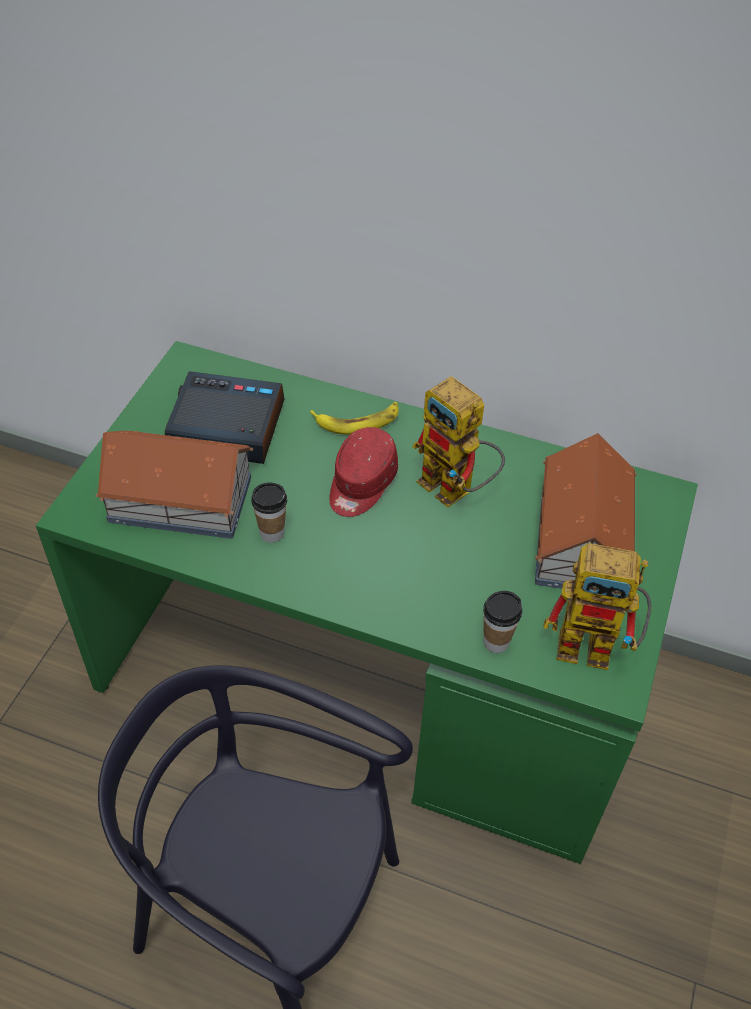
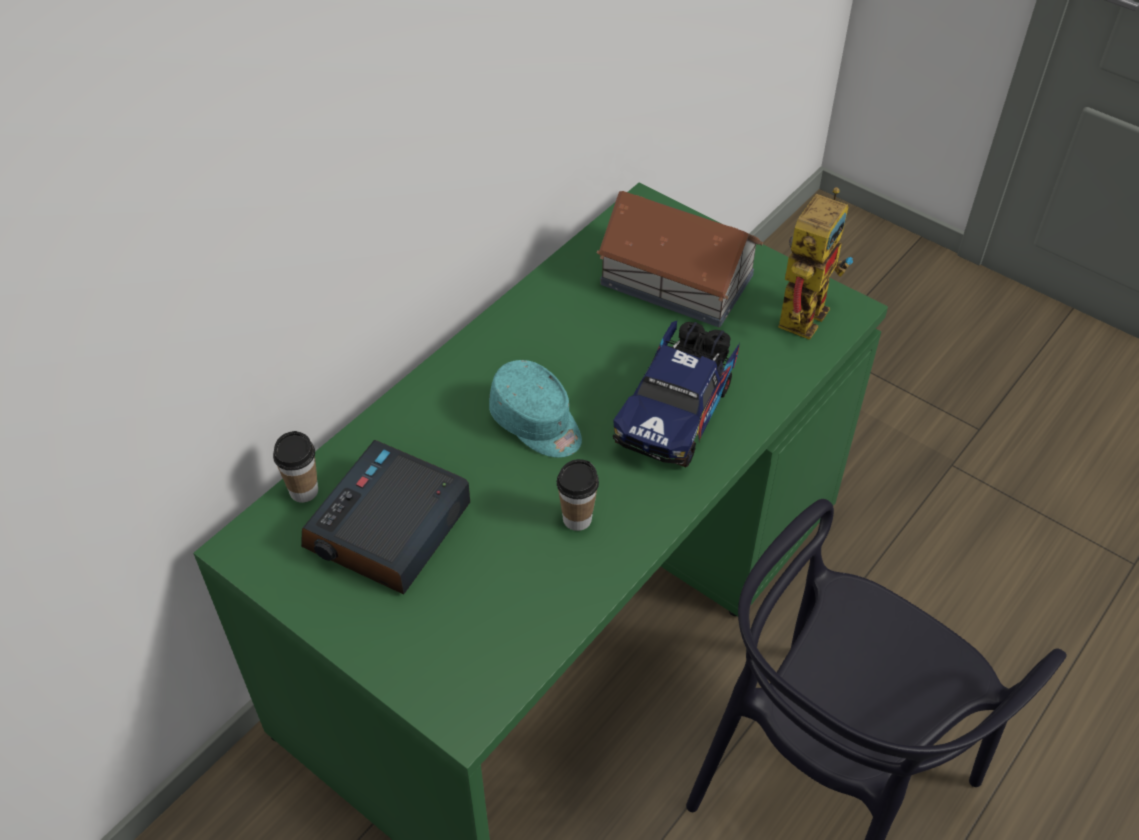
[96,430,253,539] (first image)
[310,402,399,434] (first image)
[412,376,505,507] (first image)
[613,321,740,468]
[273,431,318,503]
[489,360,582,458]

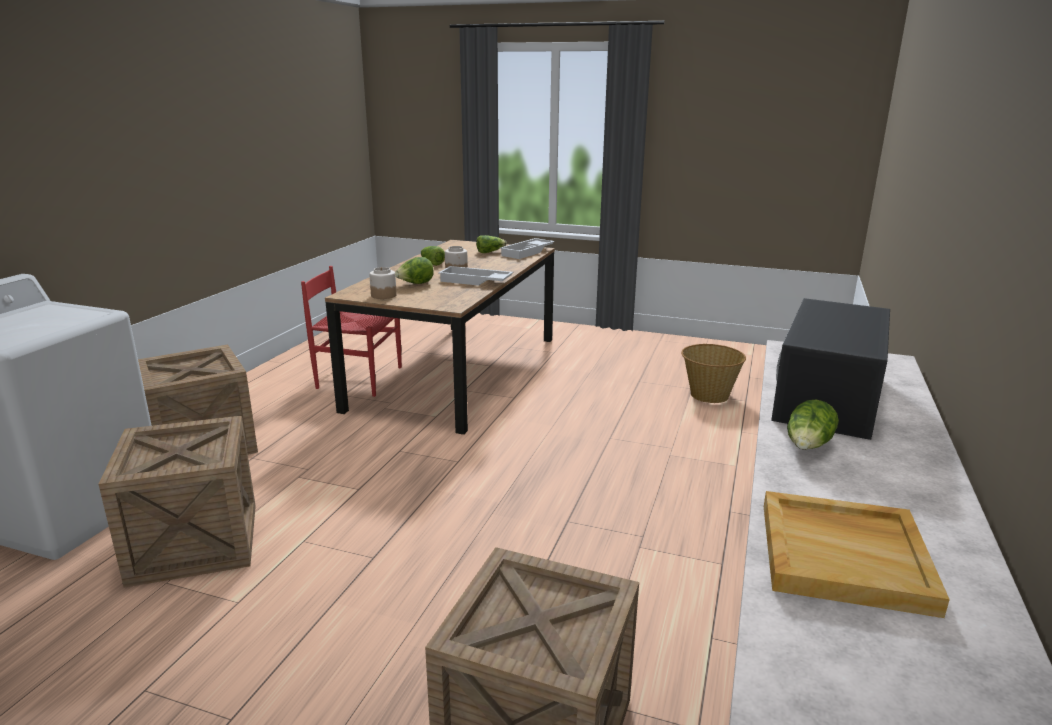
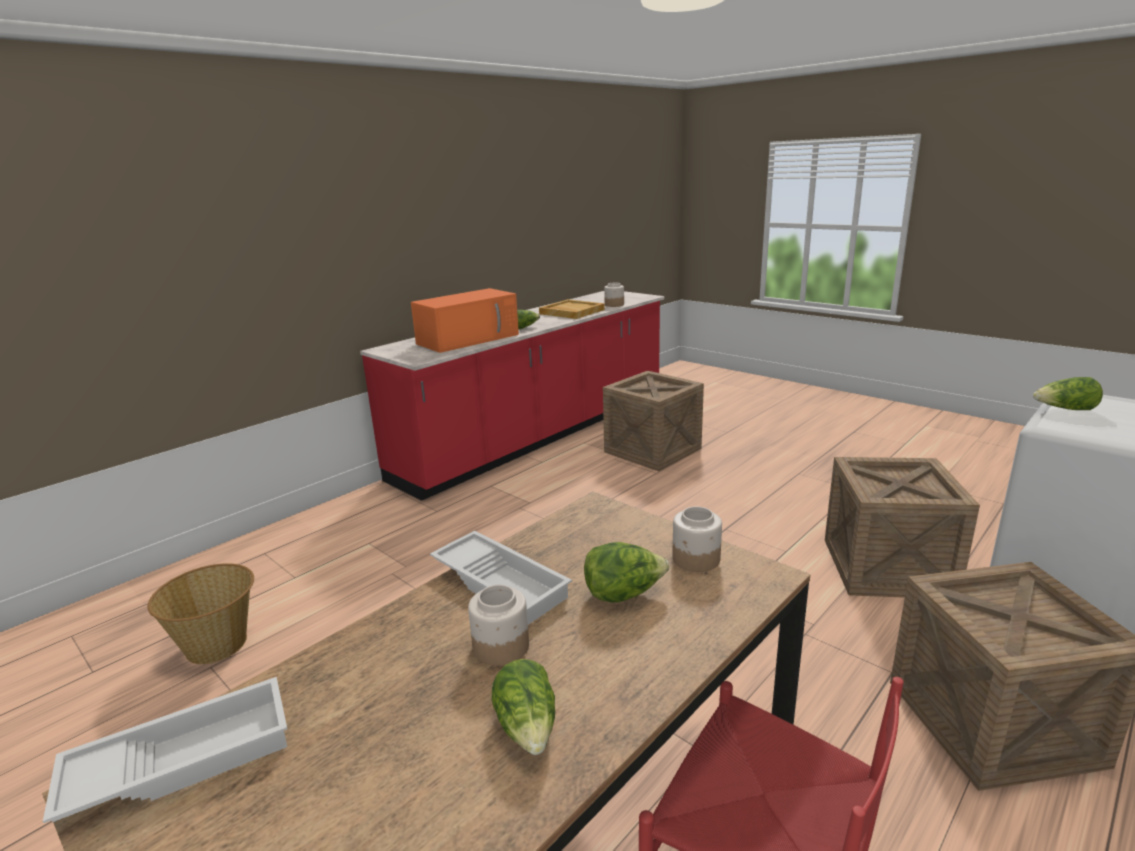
[604,283,624,307]
[1033,377,1103,410]
[411,288,519,353]

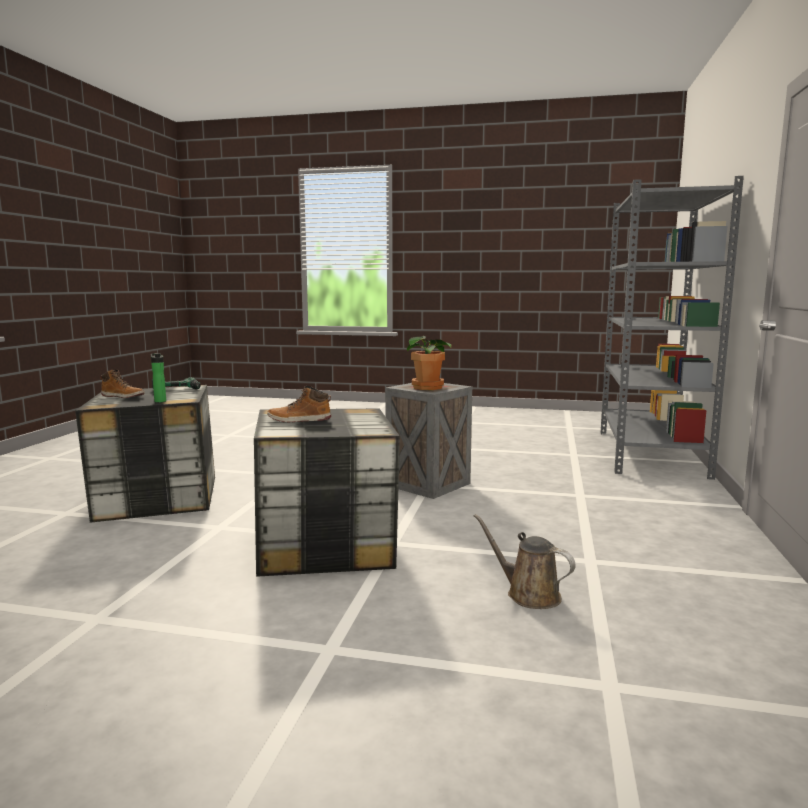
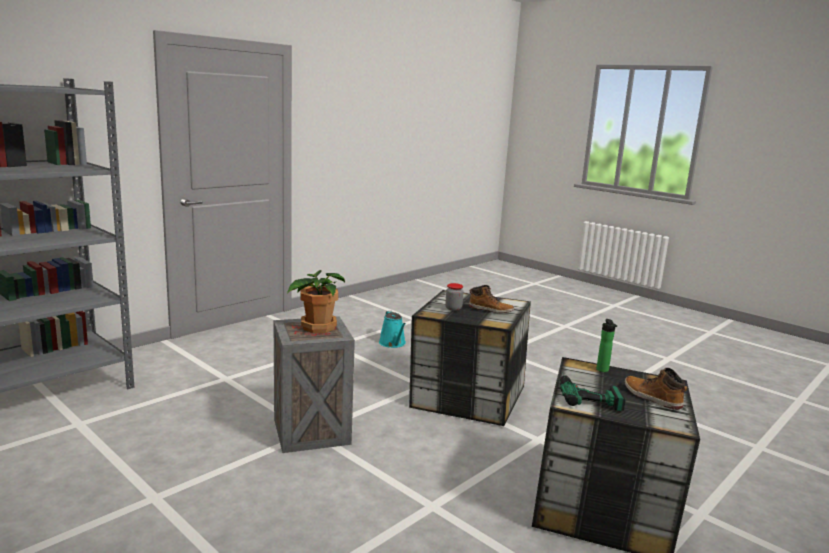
[445,283,464,311]
[379,311,406,348]

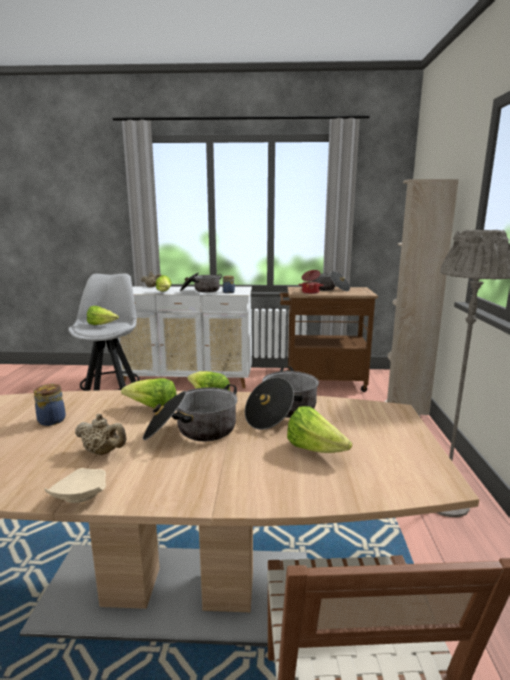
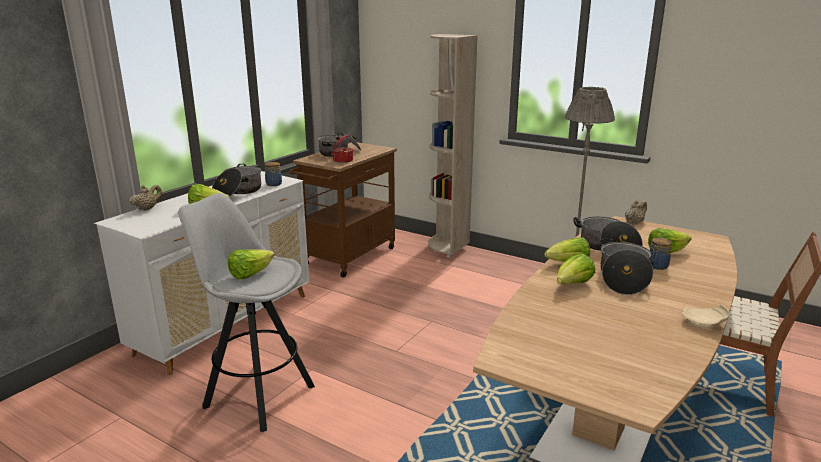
[649,238,672,270]
[625,200,647,225]

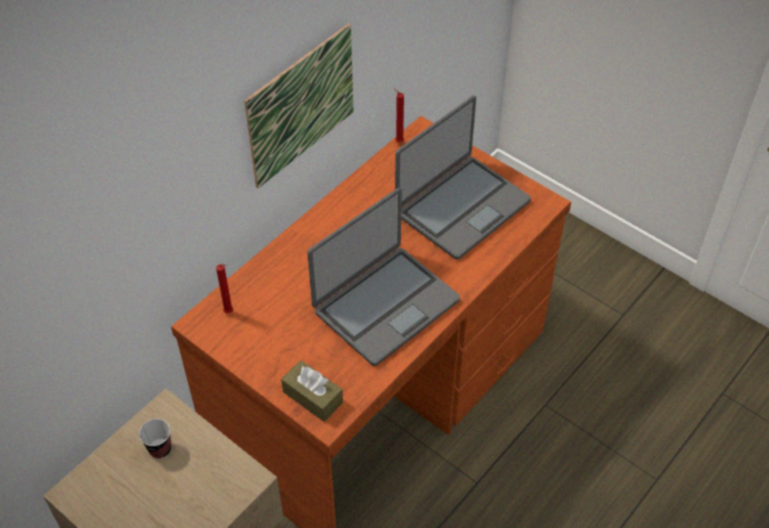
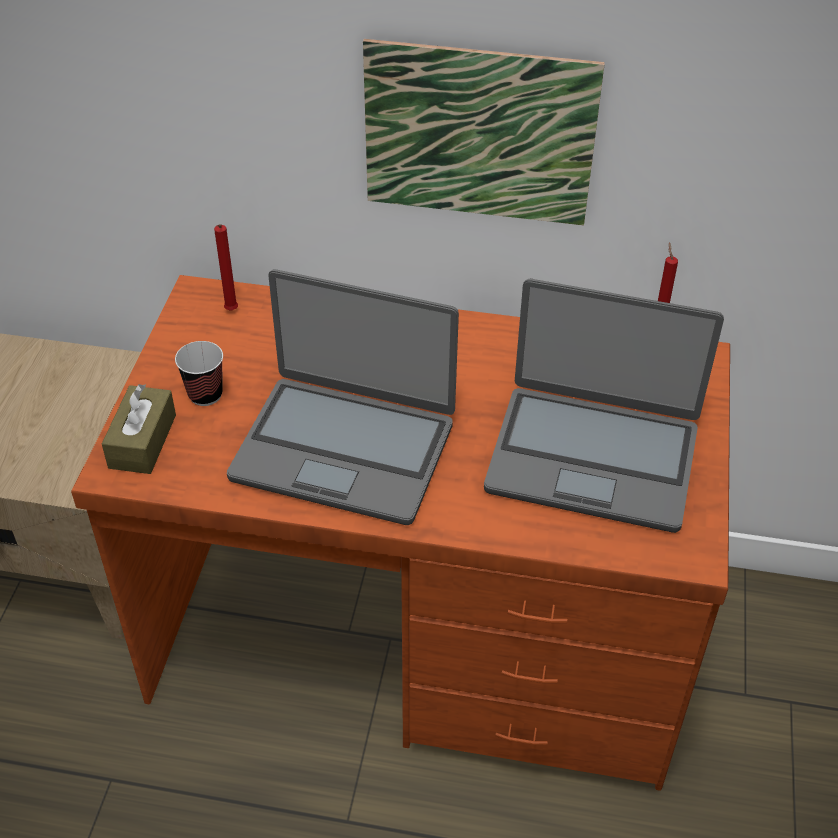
[175,341,223,406]

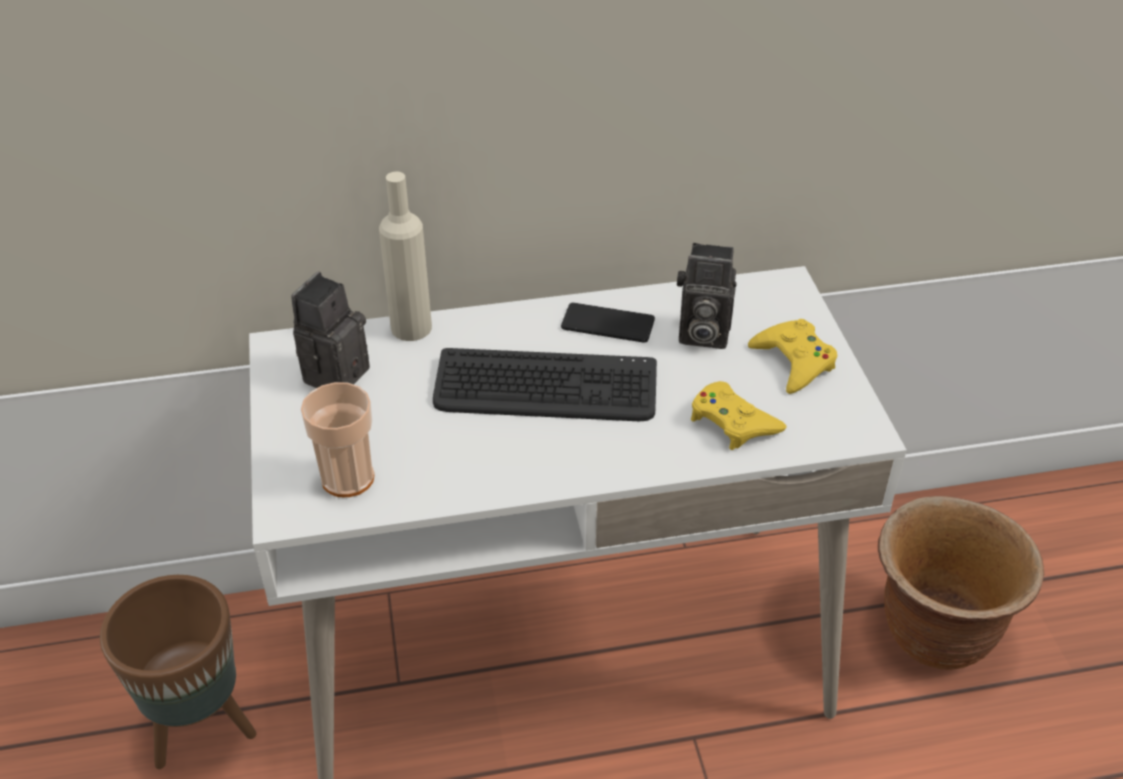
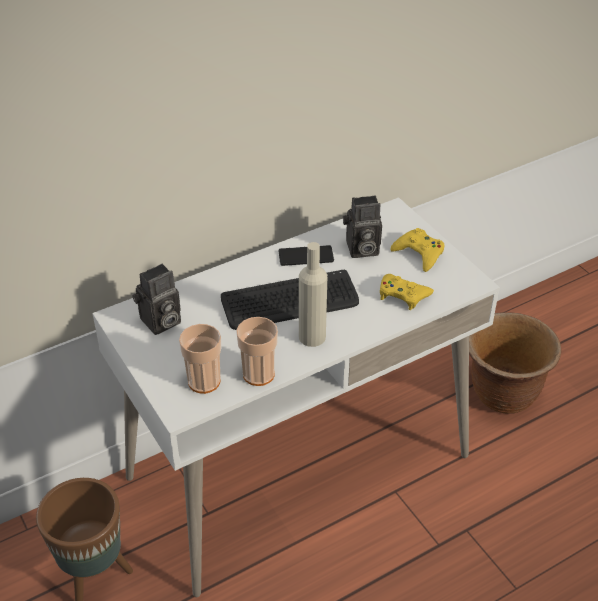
[236,317,278,386]
[299,242,327,347]
[132,264,181,335]

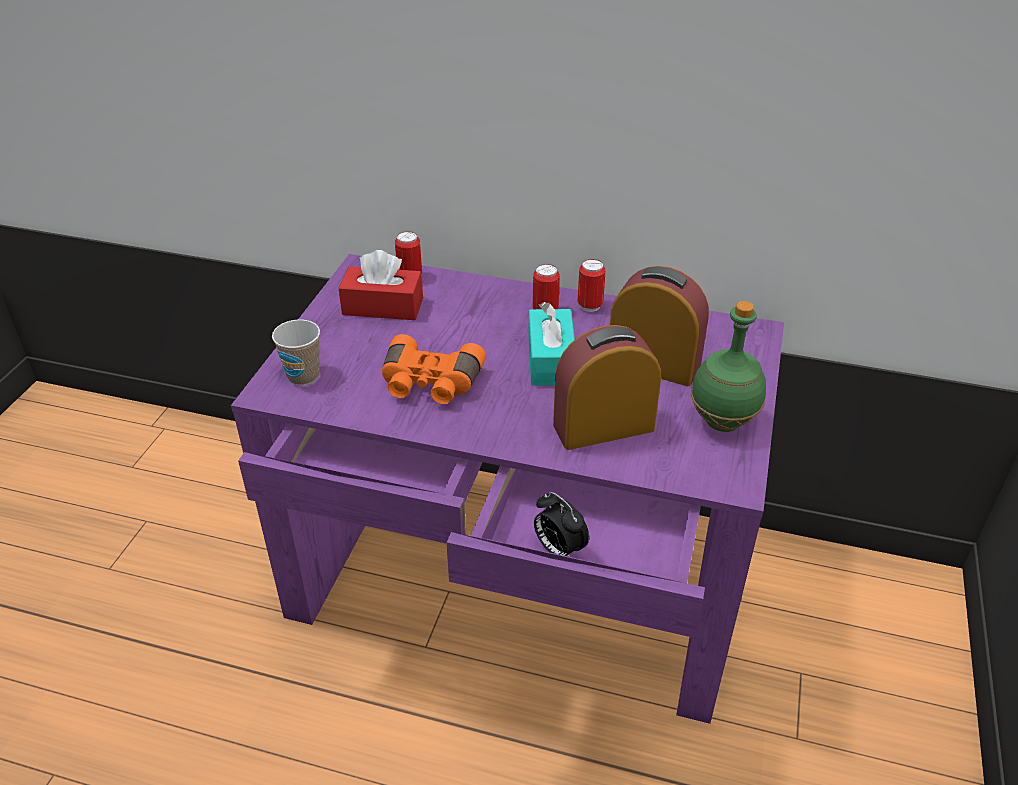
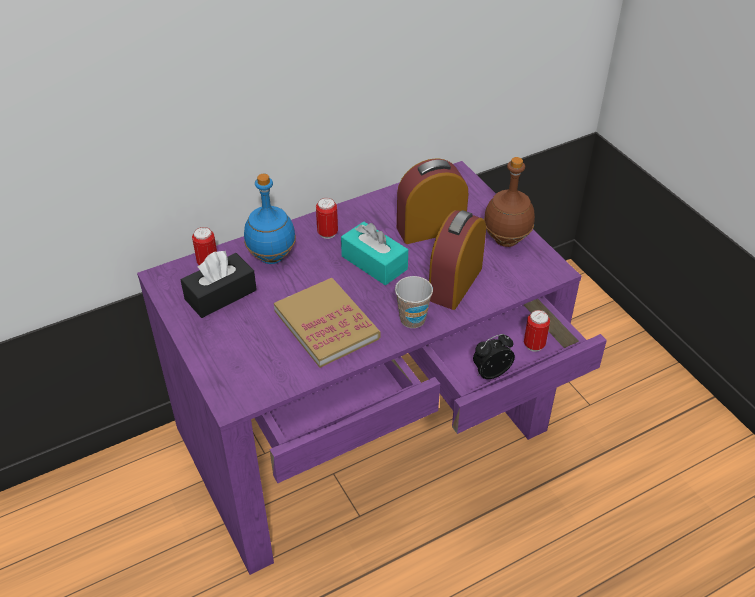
[244,174,296,264]
[395,276,433,328]
[524,310,550,352]
[274,278,380,368]
[181,251,257,318]
[484,157,535,247]
[473,334,515,379]

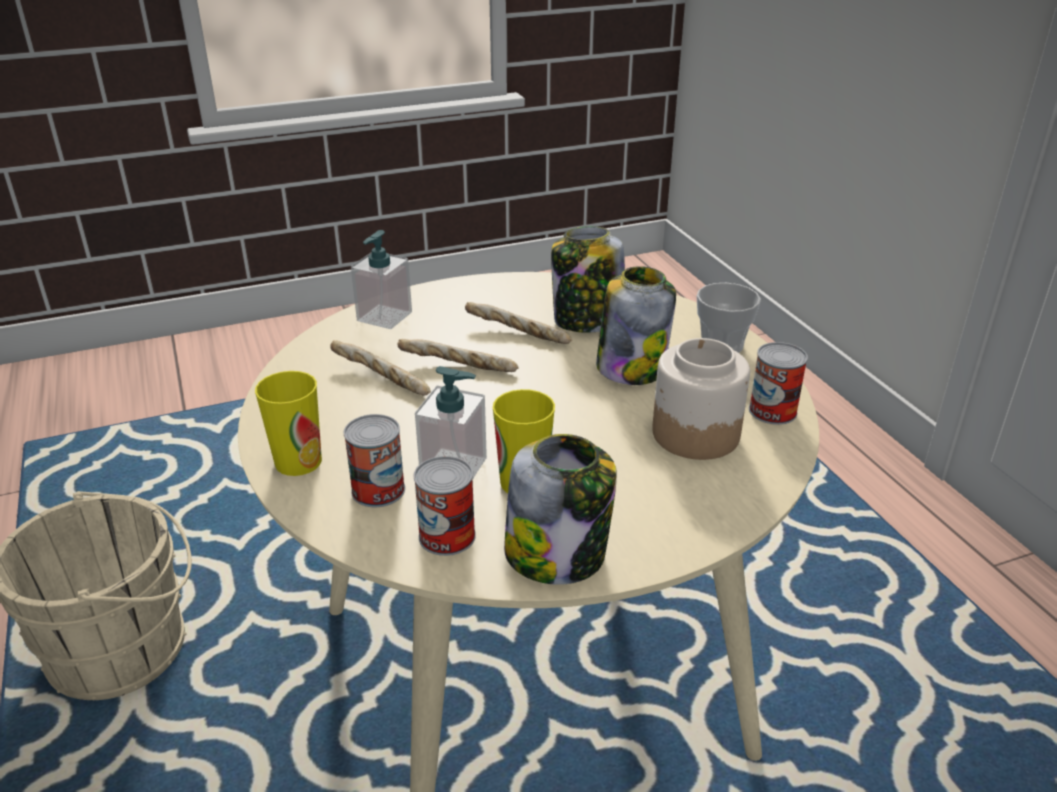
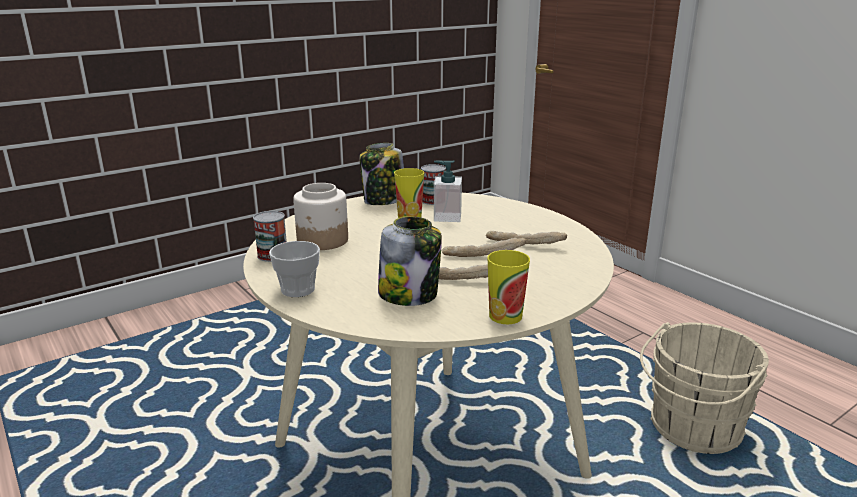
[344,414,405,508] (first image)
[351,230,412,329] (first image)
[596,266,676,385] (first image)
[487,250,530,324]

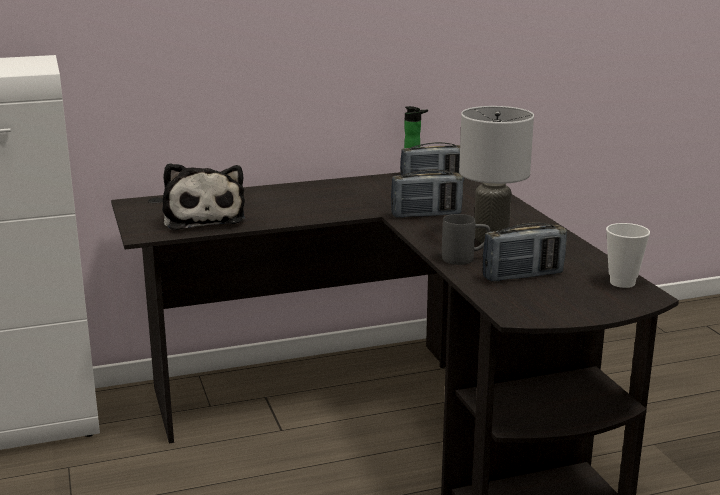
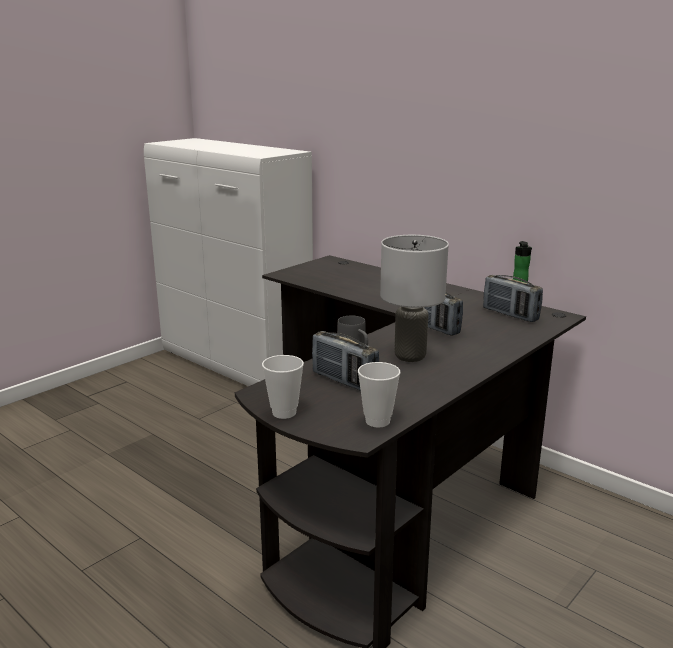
[162,163,245,230] (first image)
[262,355,304,419]

